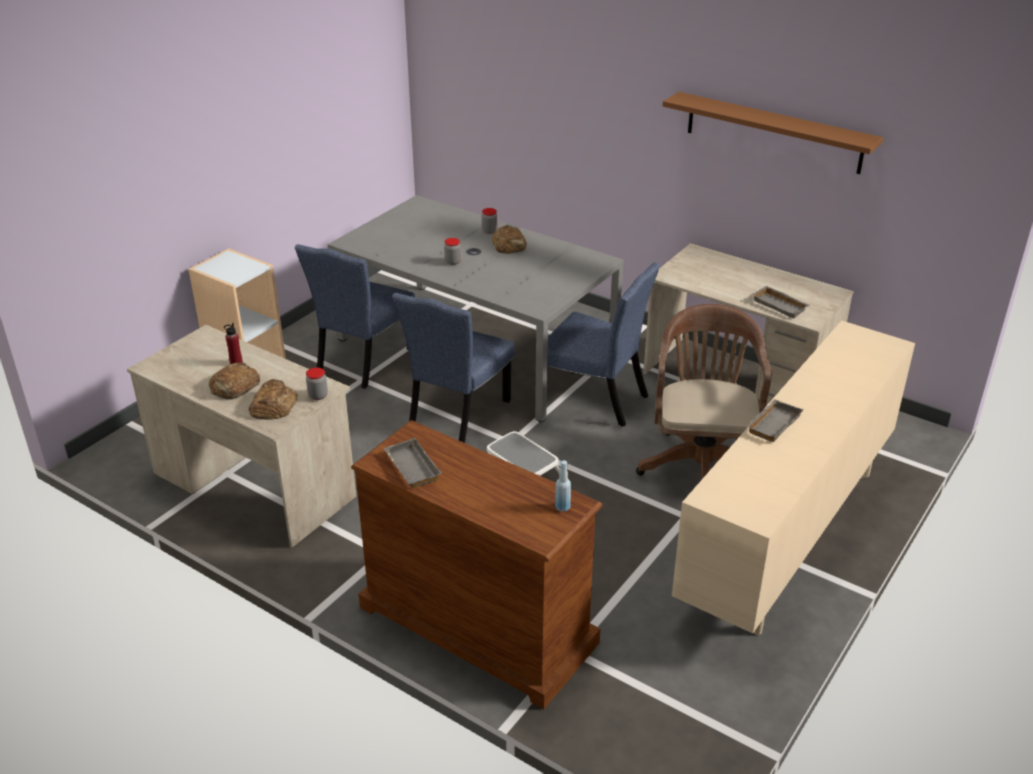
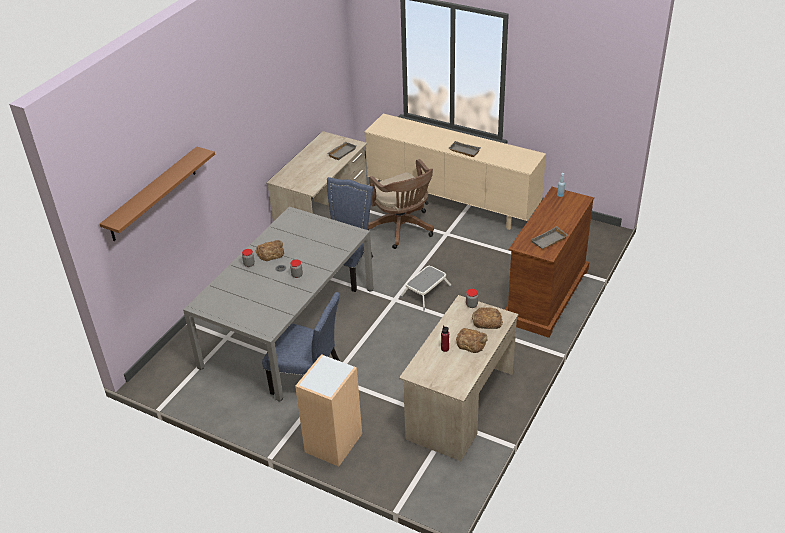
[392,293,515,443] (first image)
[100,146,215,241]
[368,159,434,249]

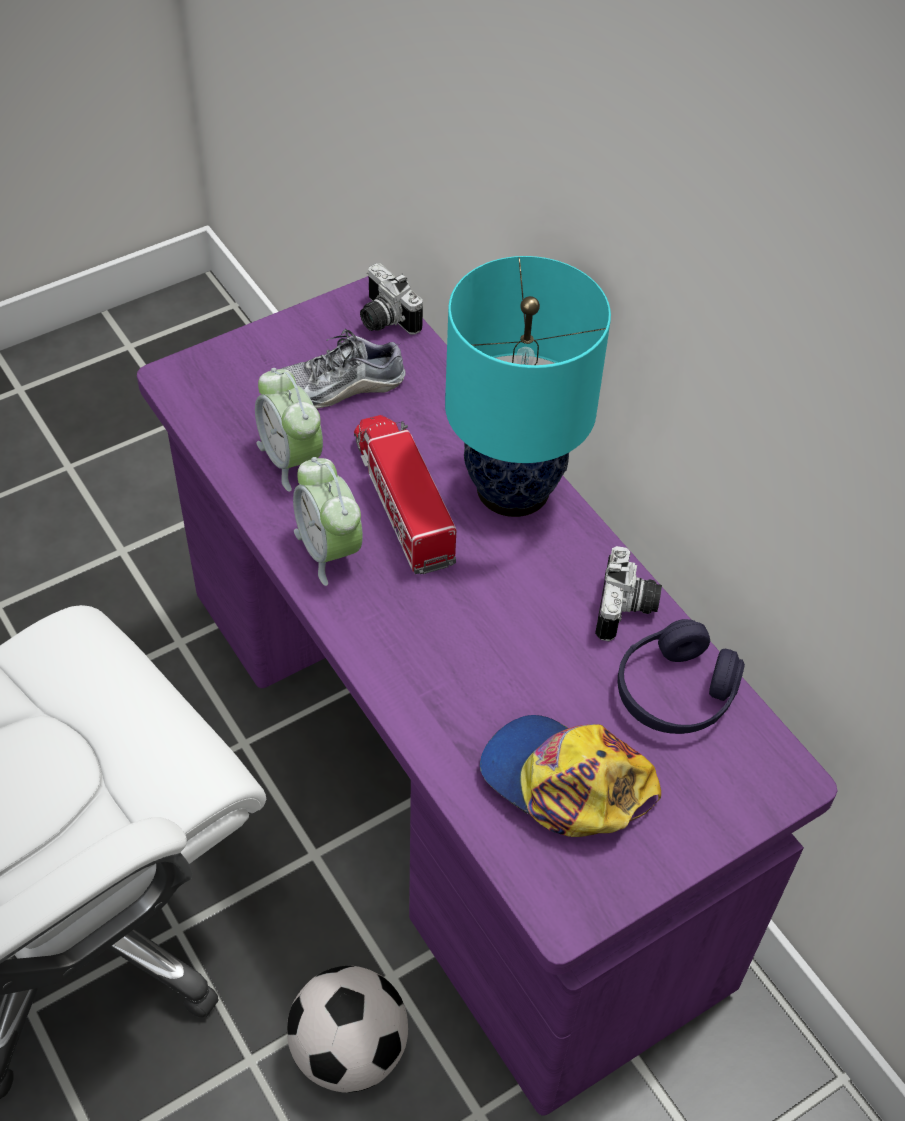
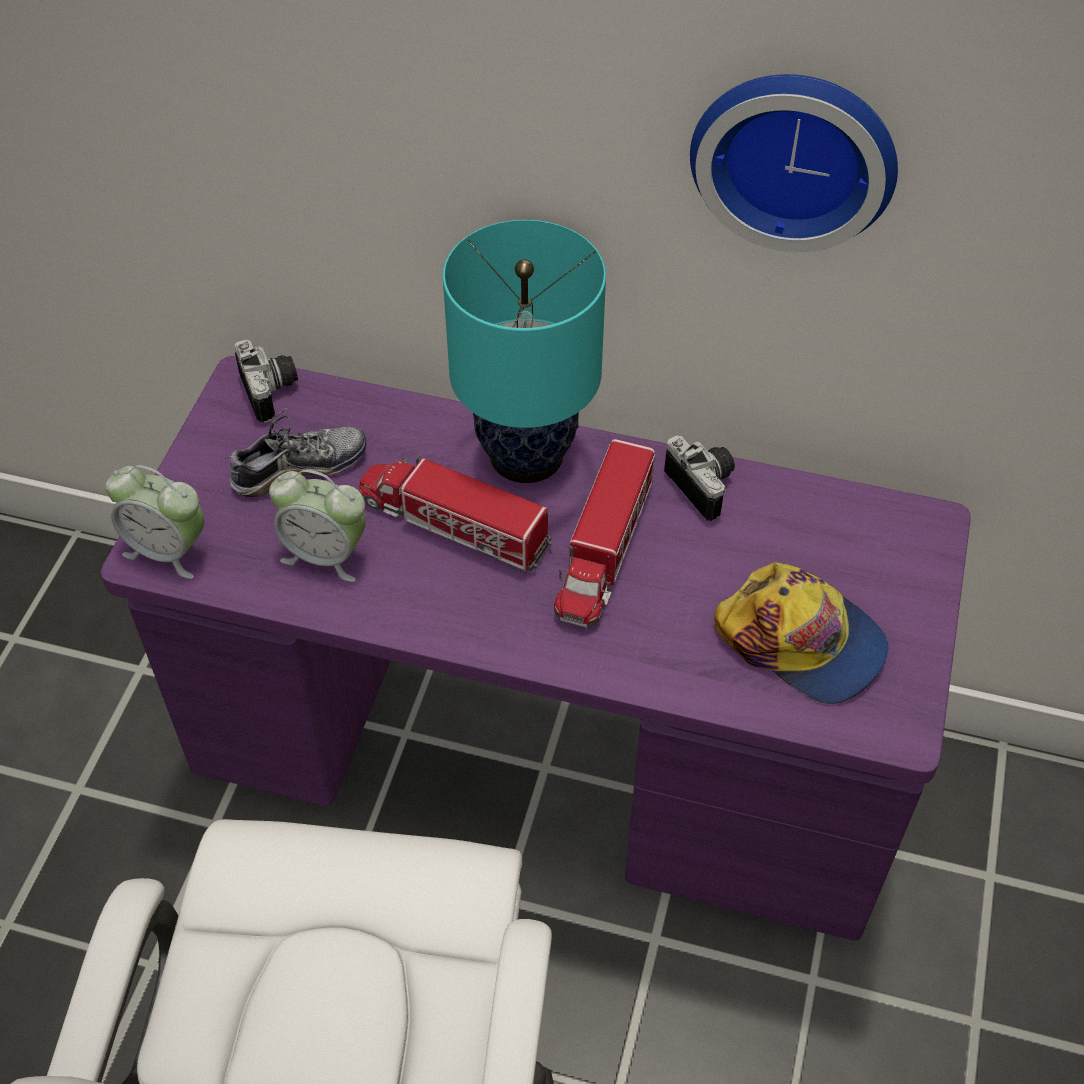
[287,966,408,1093] (first image)
[618,619,745,734] (first image)
[554,439,655,628]
[690,74,898,252]
[105,465,205,579]
[225,408,367,497]
[234,340,298,423]
[714,562,889,704]

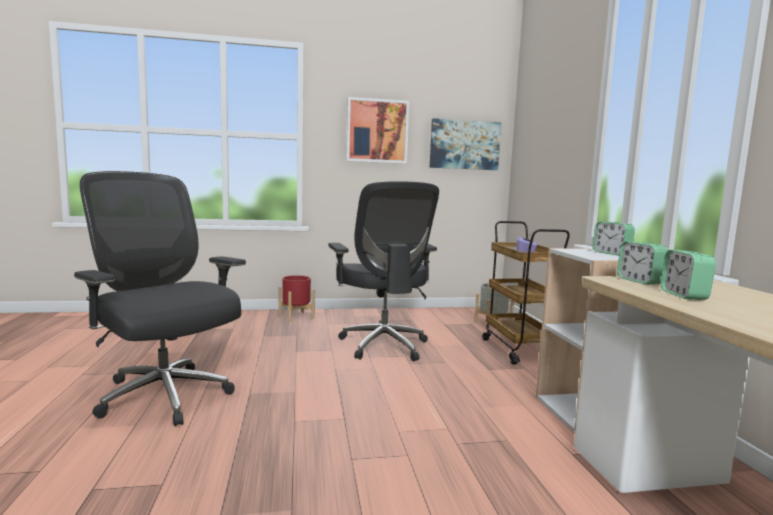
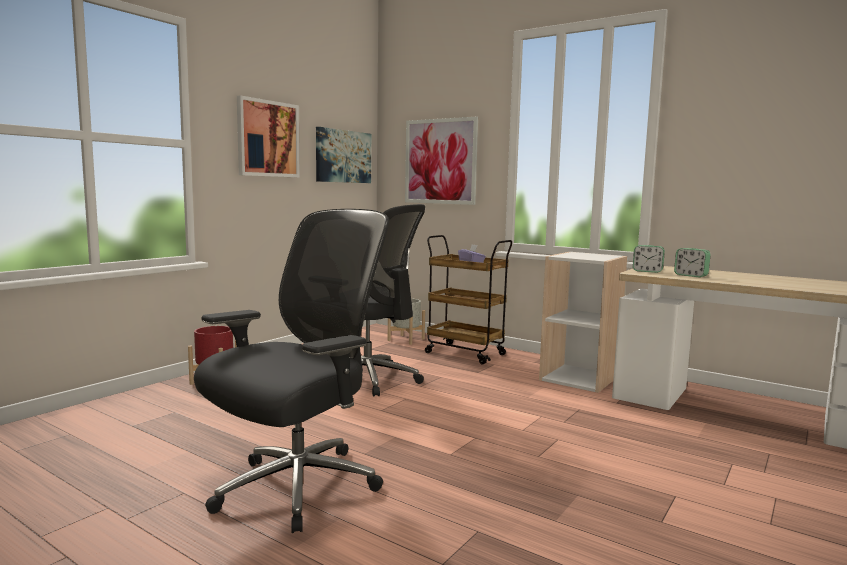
[593,222,635,256] (first image)
[405,117,478,205]
[194,209,389,533]

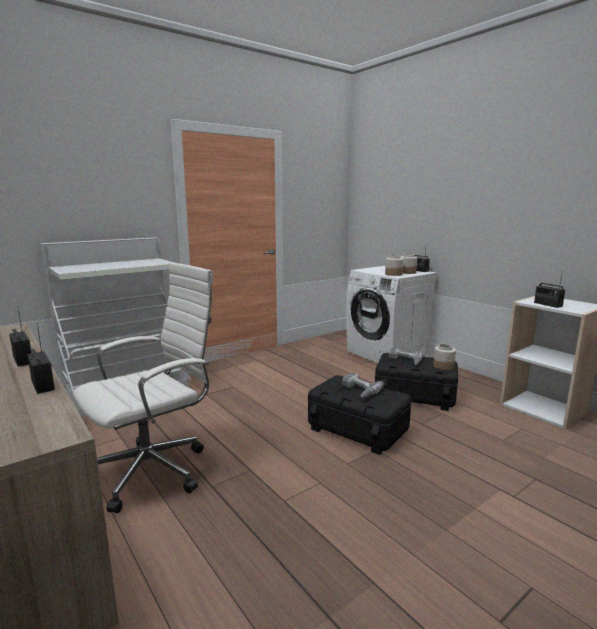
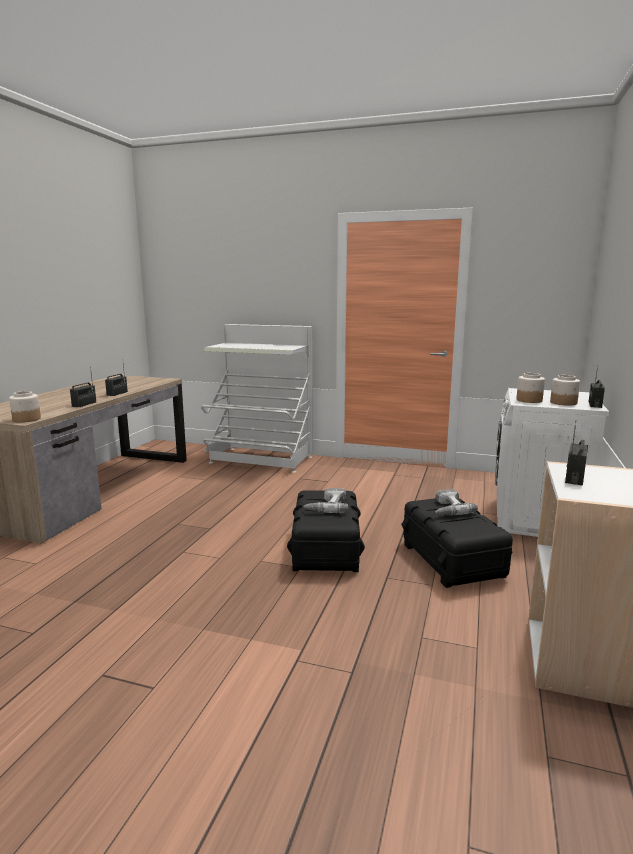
[73,262,213,513] (first image)
[9,391,41,423]

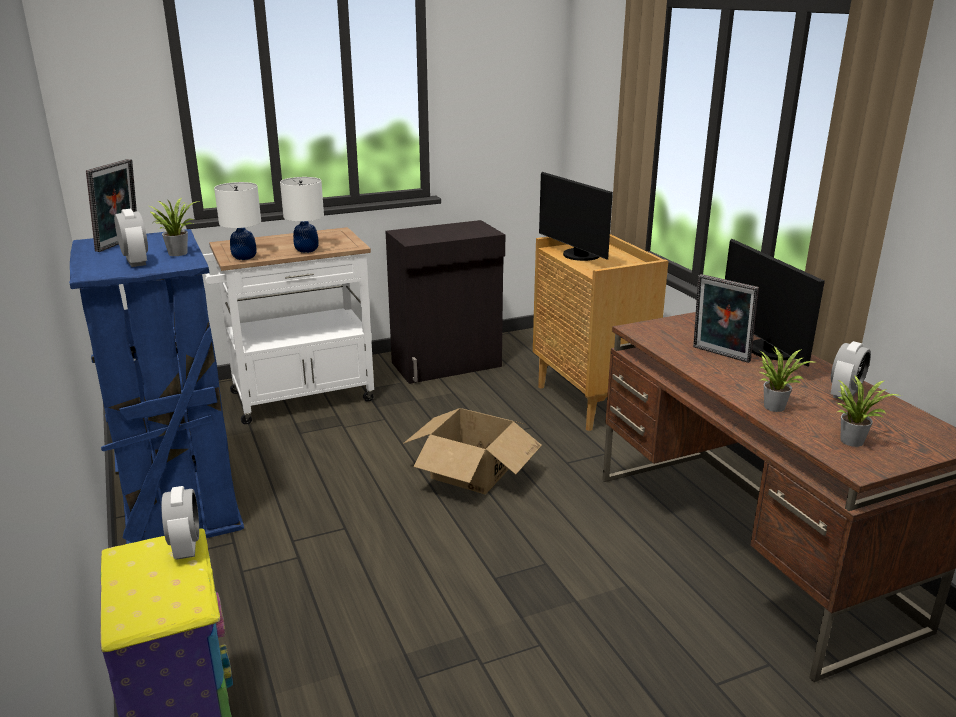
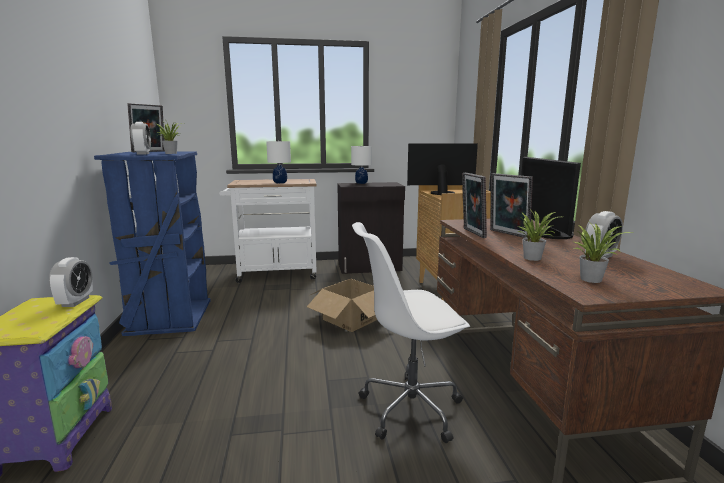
[352,222,470,443]
[462,173,487,238]
[351,145,372,184]
[407,143,478,195]

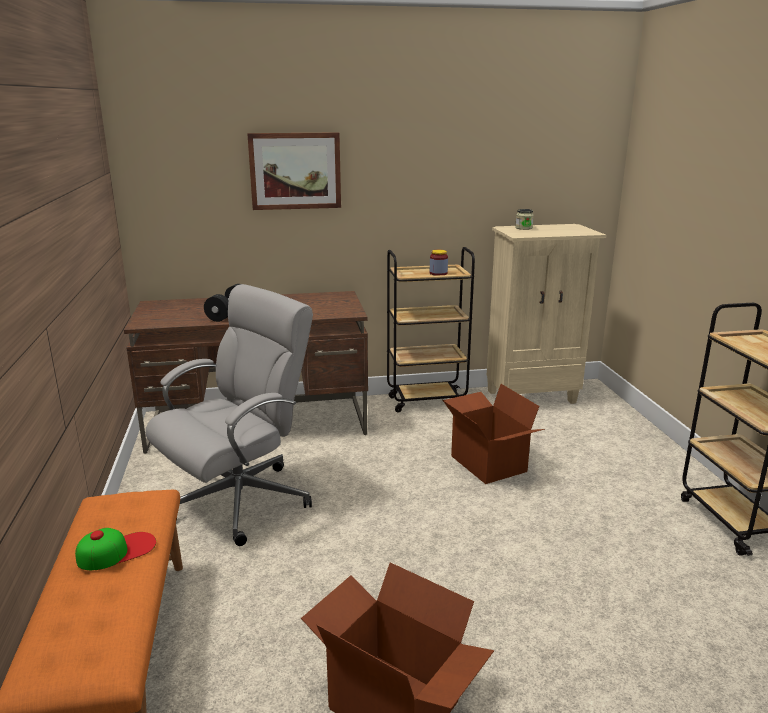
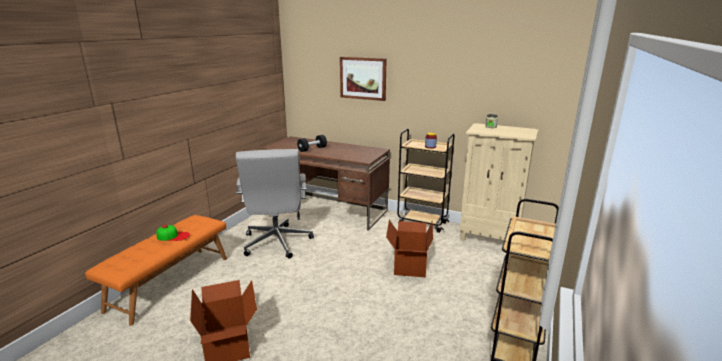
[236,149,314,259]

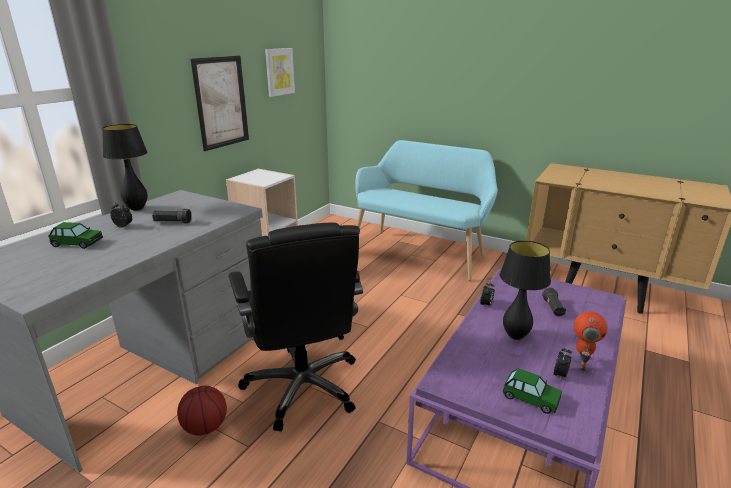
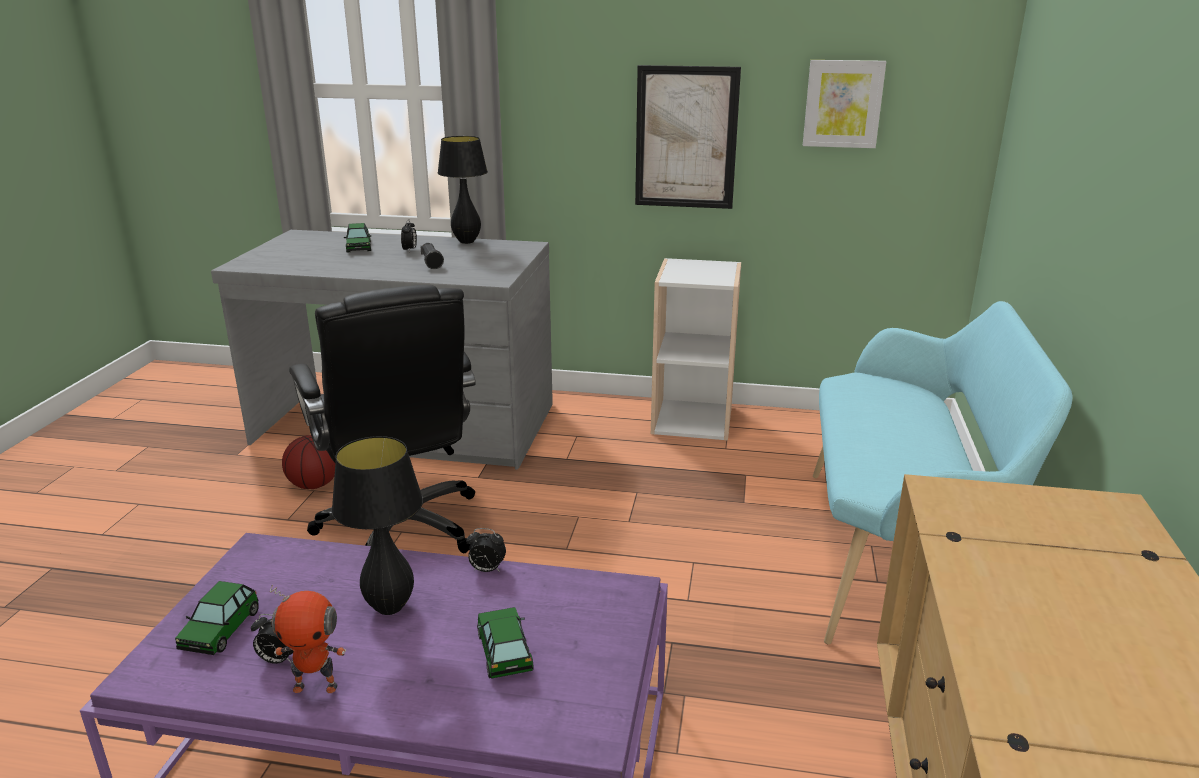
[477,607,534,679]
[289,285,476,553]

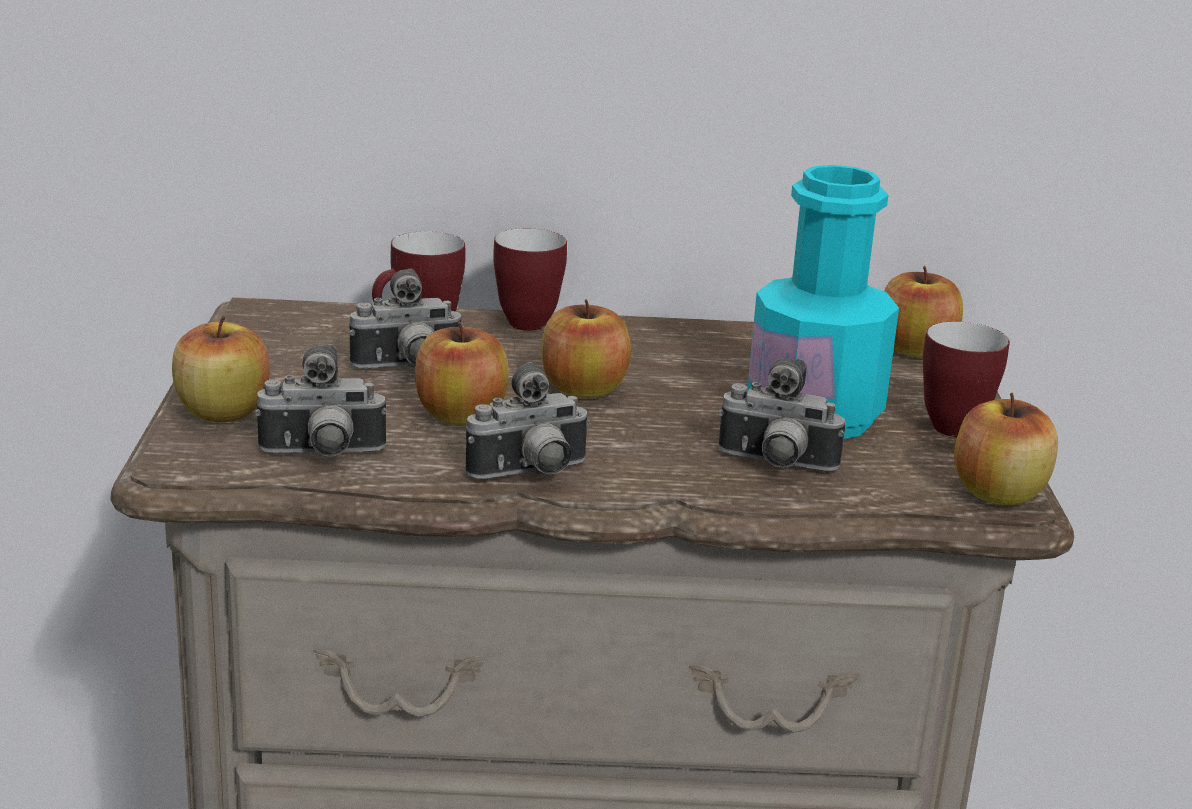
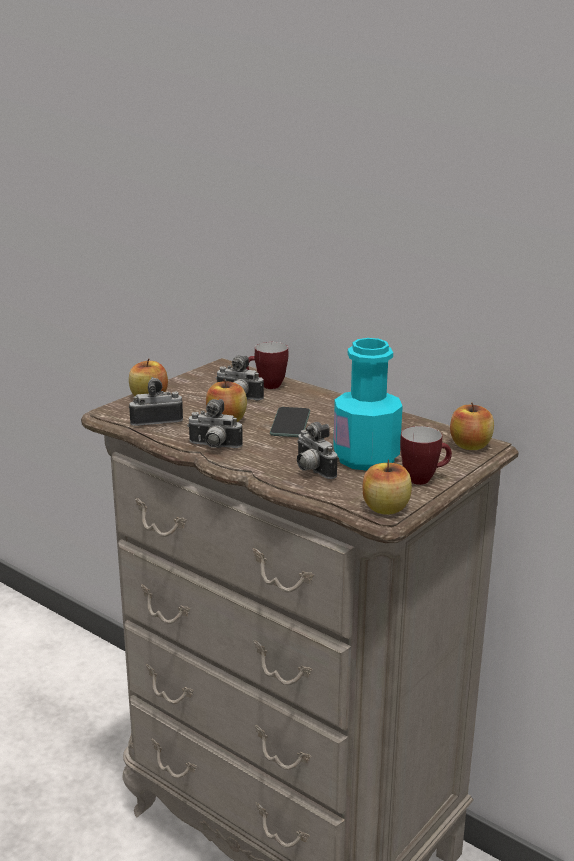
[493,228,567,331] (first image)
[270,407,310,437]
[129,377,183,426]

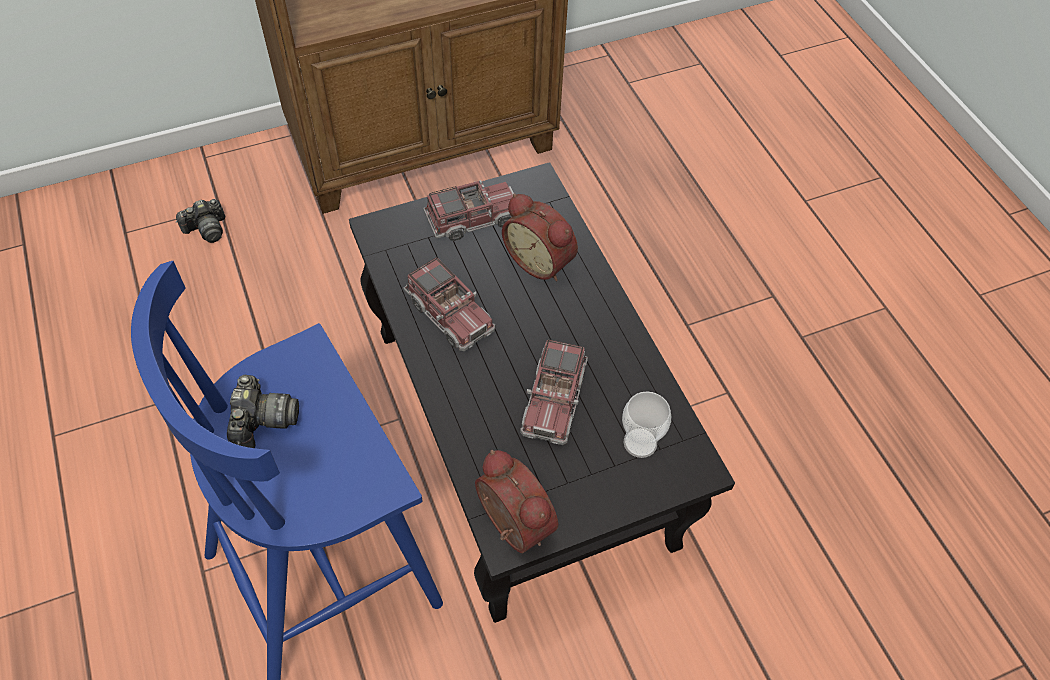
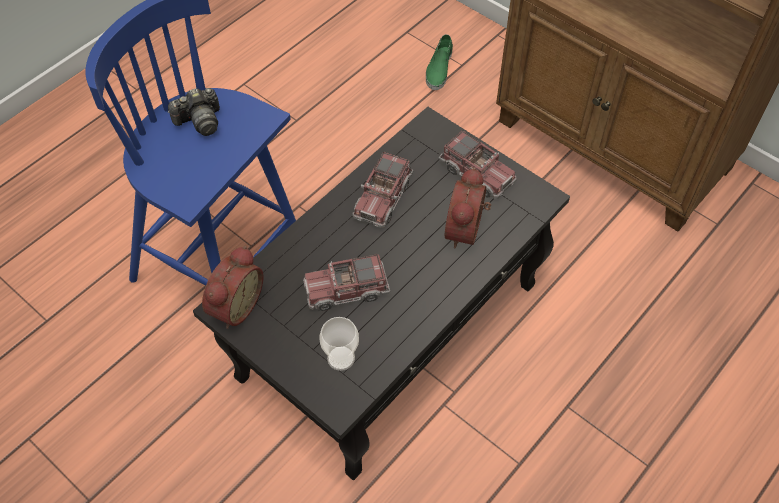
[426,34,453,90]

